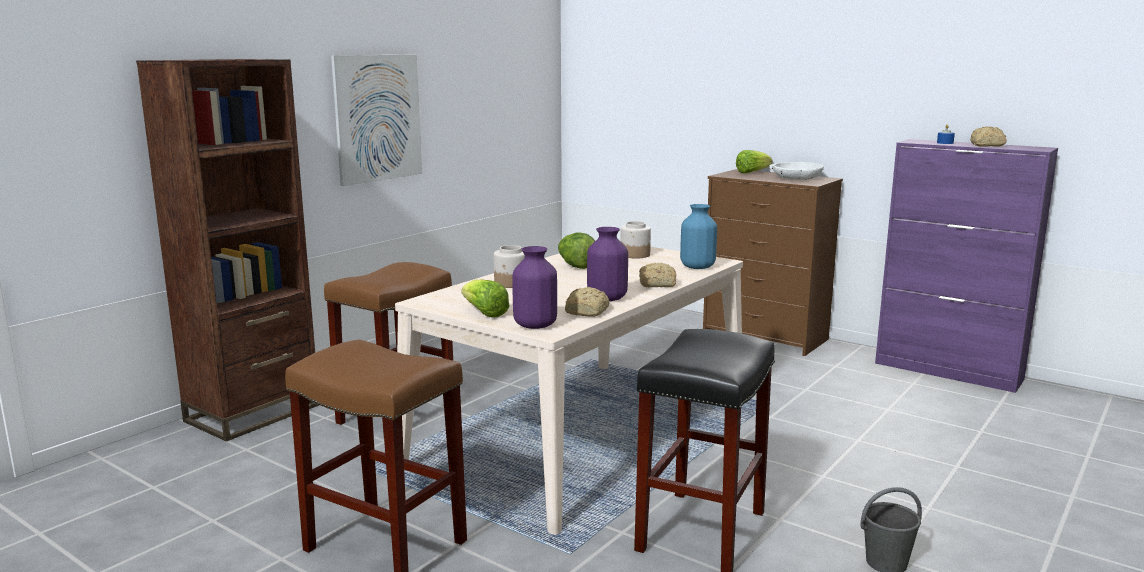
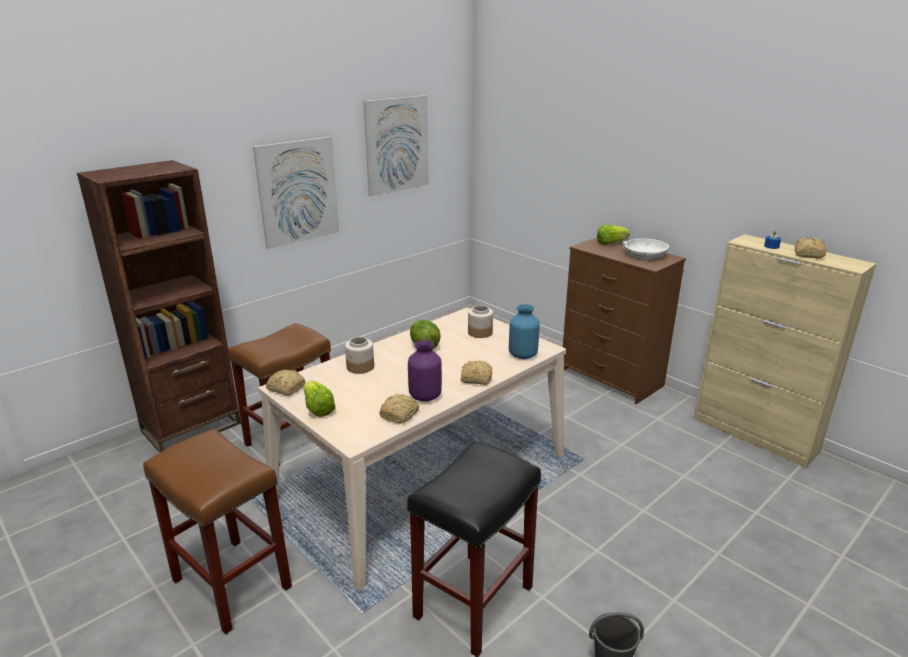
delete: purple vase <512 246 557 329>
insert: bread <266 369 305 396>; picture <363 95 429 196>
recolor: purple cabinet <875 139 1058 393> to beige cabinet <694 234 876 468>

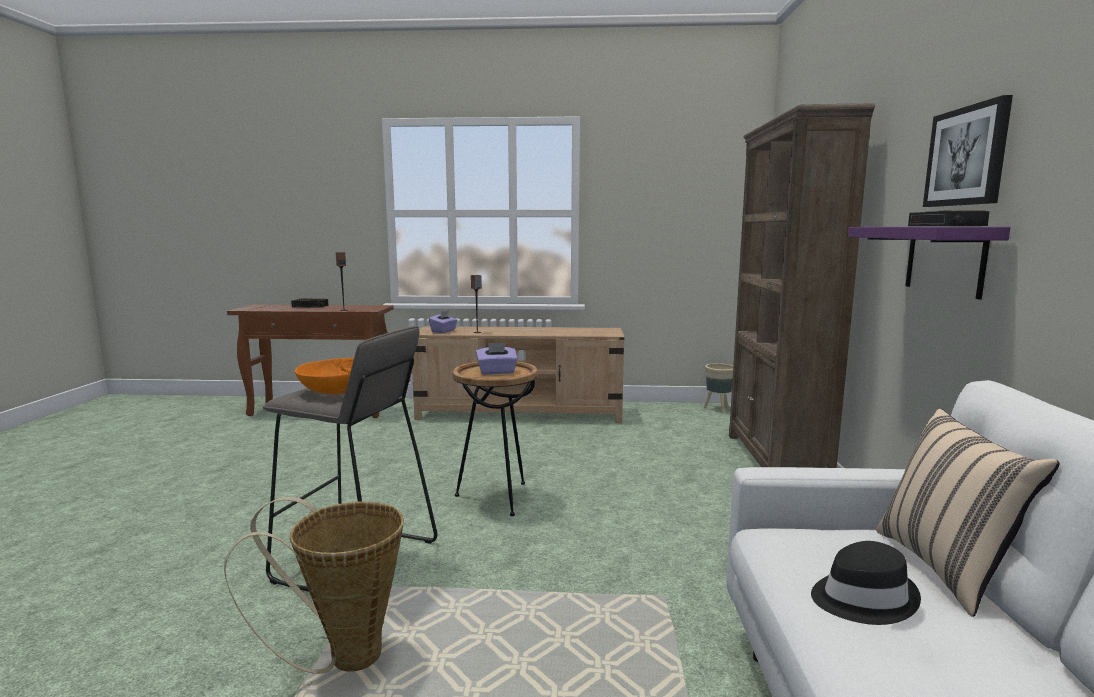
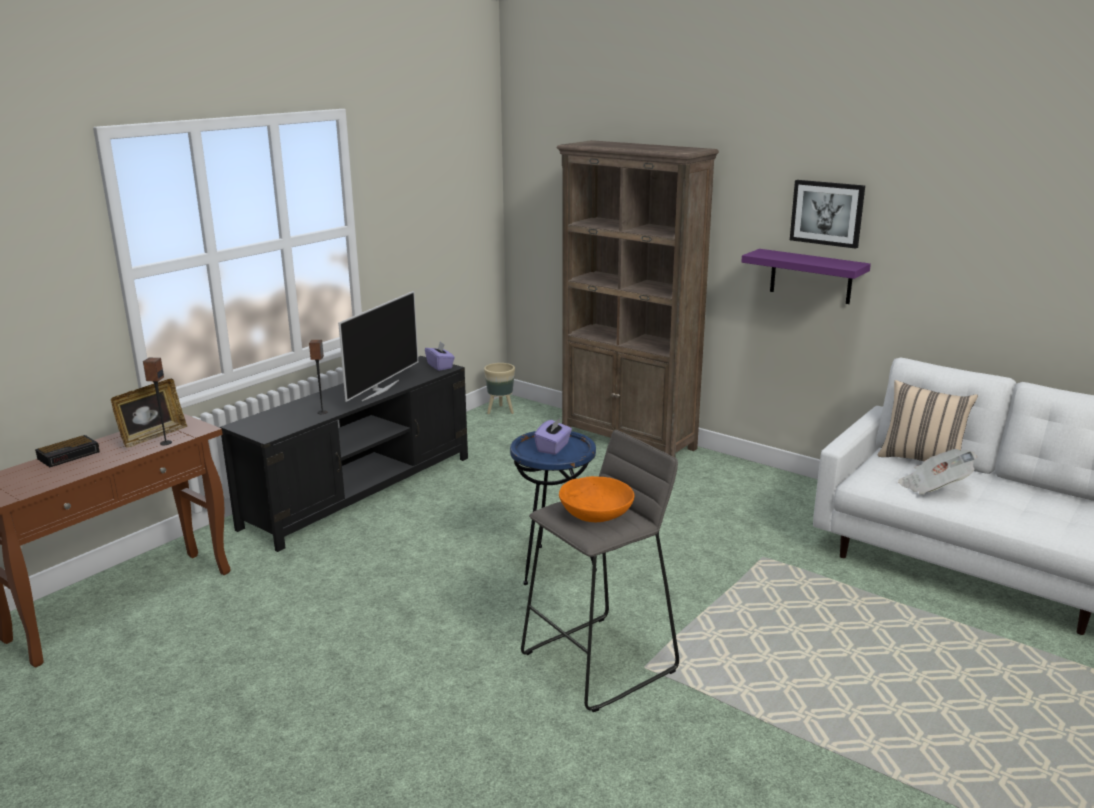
delete: basket <224 497 404 674>; alarm clock <908 210 990 226>
insert: picture frame <111 379 187 448>; television <338 291 418 402>
move: purple tissue box <429 310 457 333> to <425 342 455 371>
replace: black hat <811 541 921 625> to newspaper <898 449 977 495>
recolor: beige tv stand <412 326 625 423> to black tv stand <220 356 468 552>; brown side table <452 361 538 516> to blue side table <510 431 597 585>

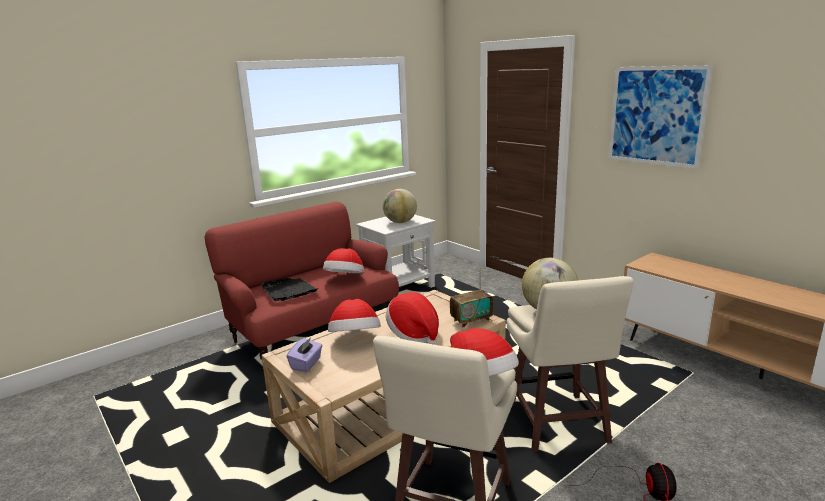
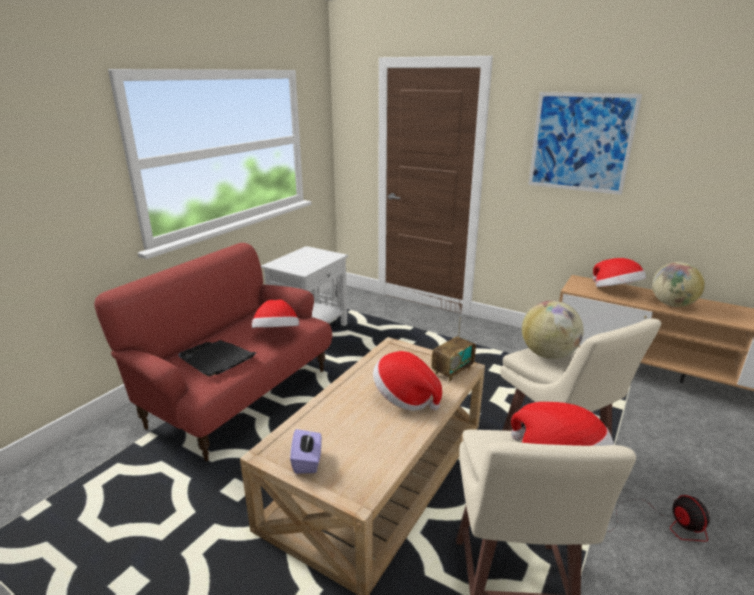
move: hat <328 299 381 332> to <593 258 646 287>; globe <383 189 417 223> to <652 262 705 307>

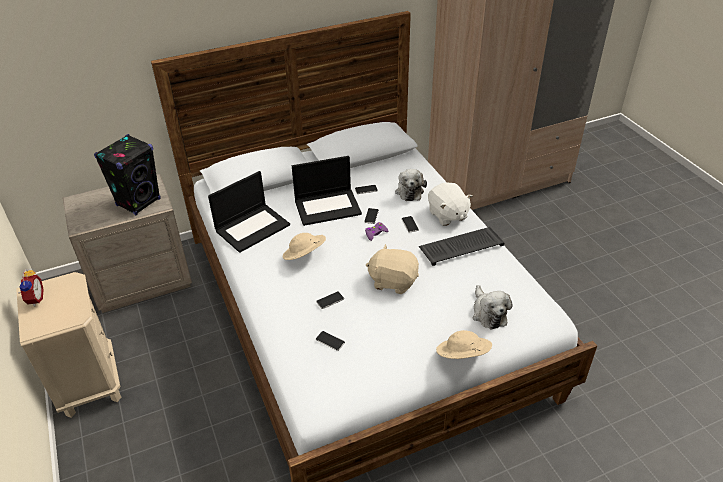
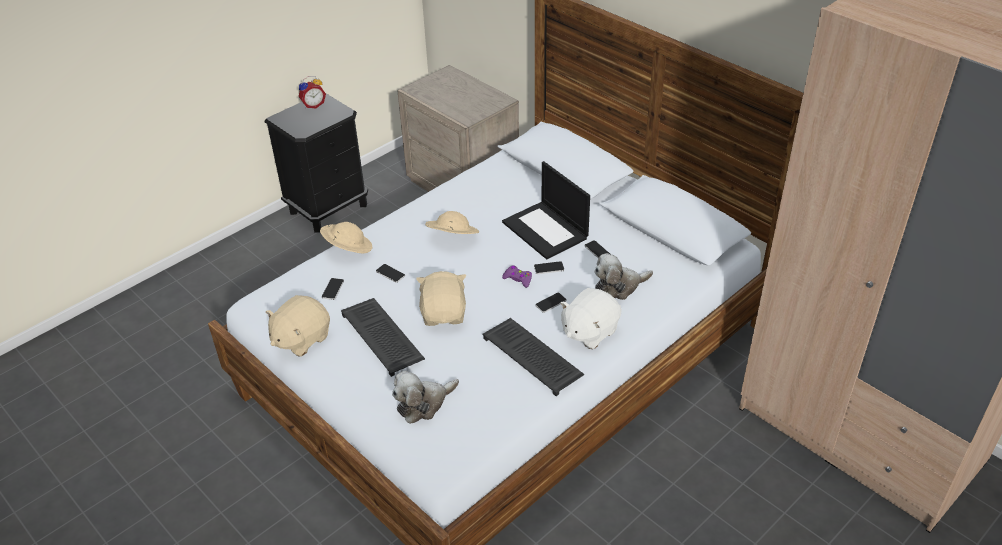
delete: black speaker <94 134 161 215>; laptop <208 171 290 253>
insert: beige plush toy <266 295 330 357>; keyboard <341 298 425 377>
move: beige hat <436 330 492 359> to <320 222 372 253>
recolor: beige nightstand <16 272 121 418> to black nightstand <264 94 368 232>

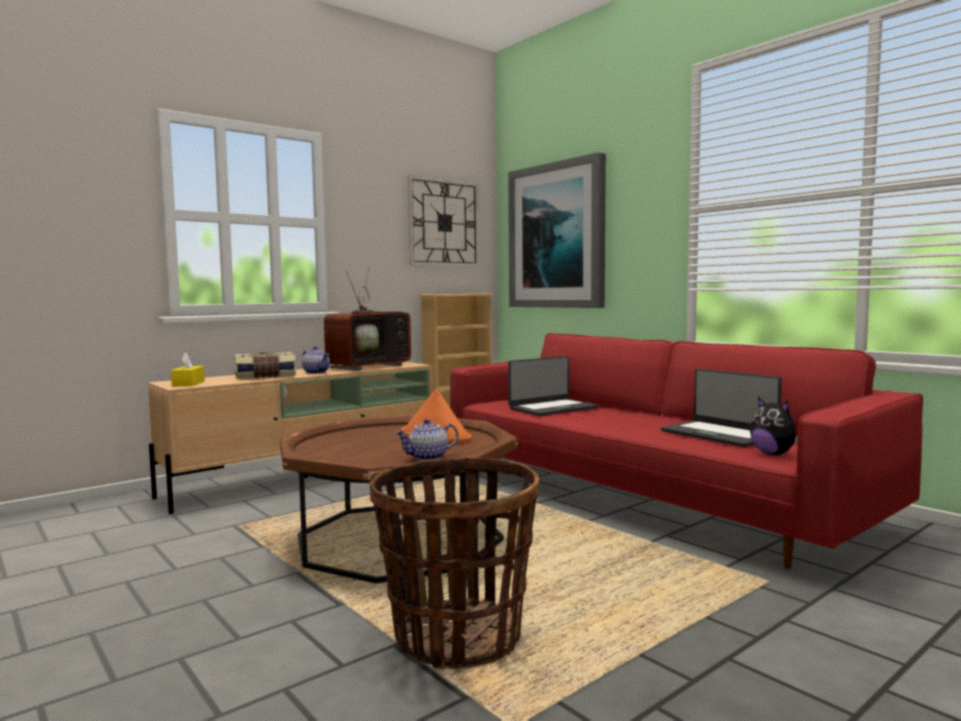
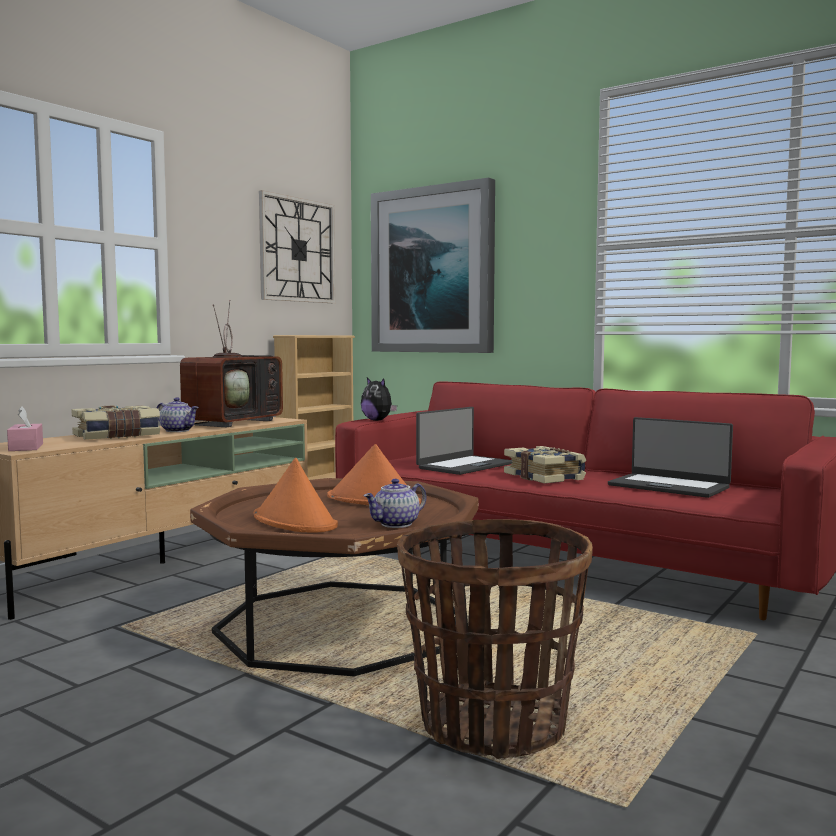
insert: orange hat <254 458 338 532>; book <504 446 587 484>
move: plush toy <750 397 798 455> to <361 378 397 421>
recolor: yellow tissue box <171 352 205 387> to pink tissue box <7 406 43 451>

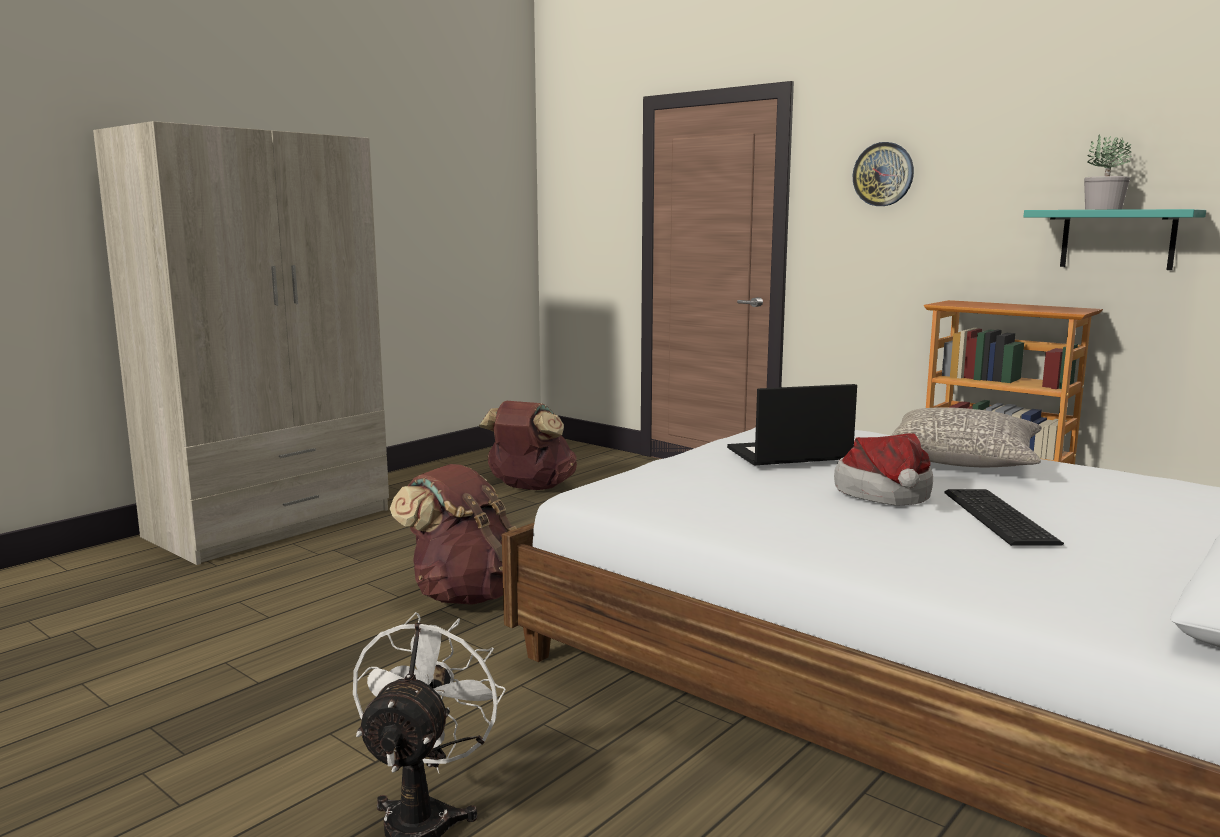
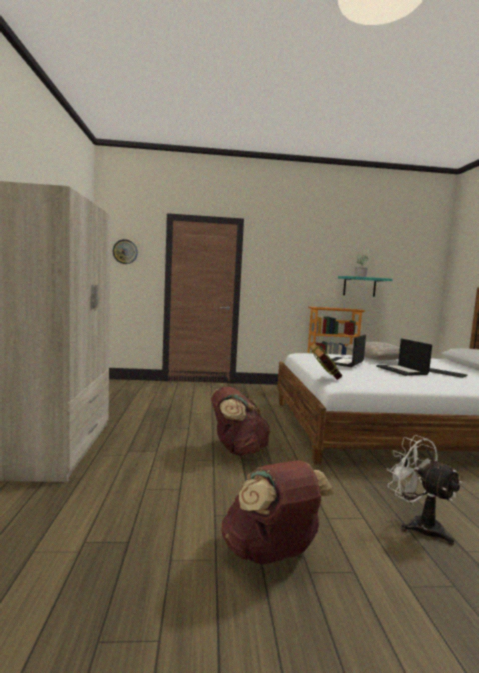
insert: book <310 343 342 380>
move: wall clock <853 142 914 206> to <113 239 138 264>; brown backpack <479 401 577 490> to <221 460 336 565>
replace: hat <834 434 933 506> to laptop <376 339 432 376>

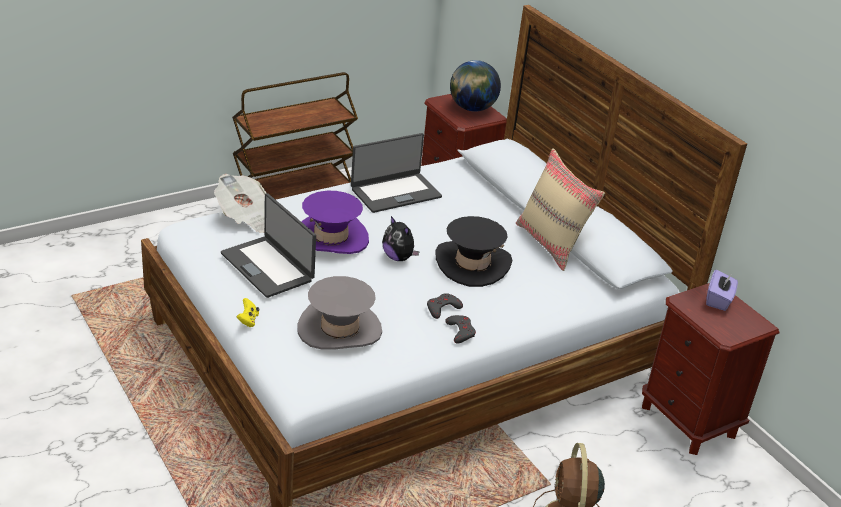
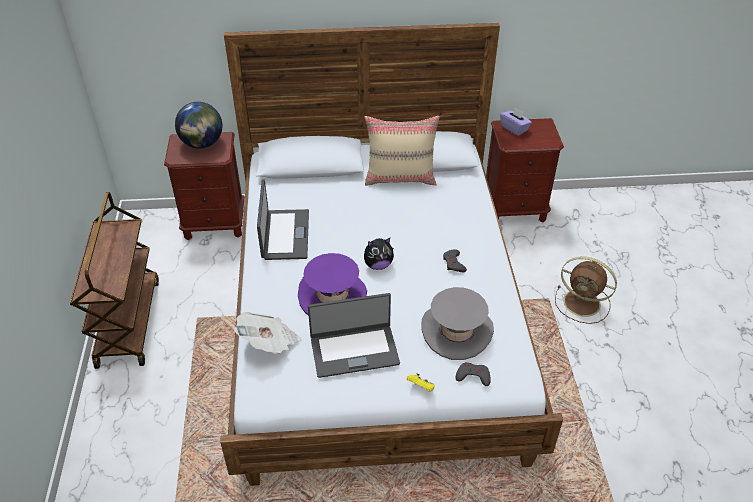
delete: black hat <435 216 512 287>
move: grey game controller <445 315 476 344> to <456 362 491 386>

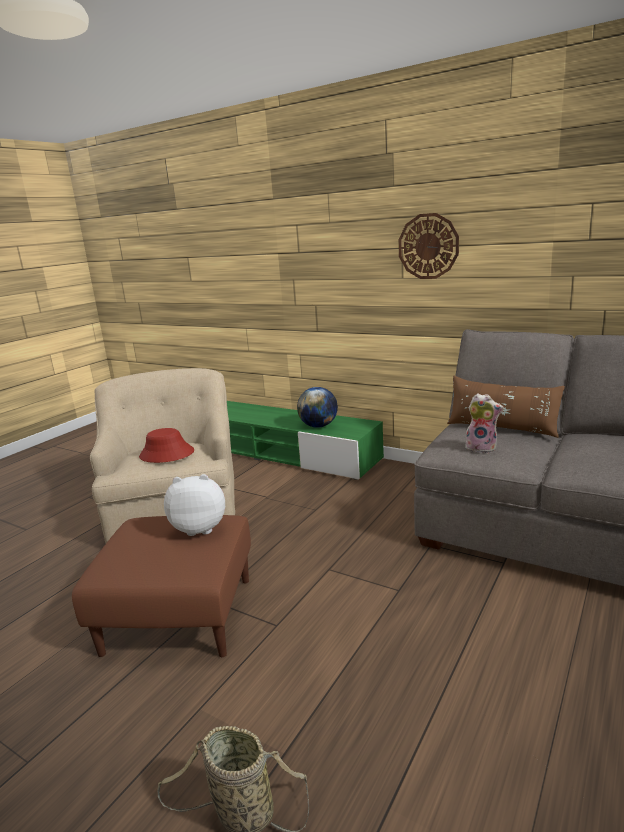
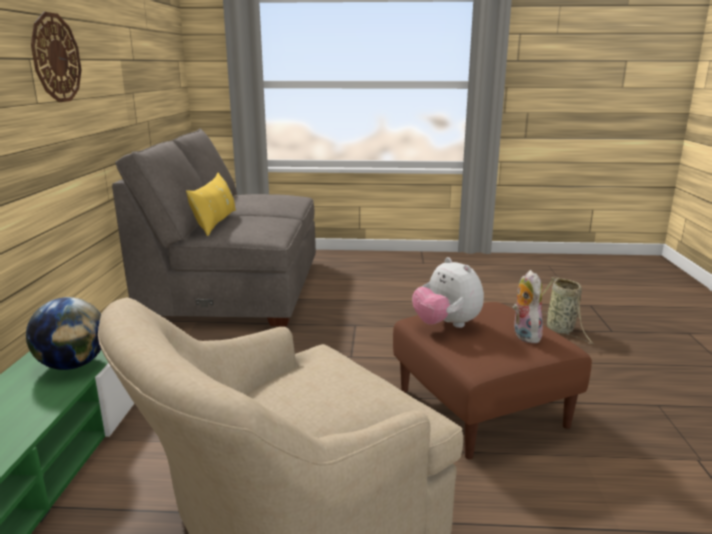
delete: red hat <139 428 194 463>
move: plush toy <465 393 504 453> to <513 270 543 344>
recolor: brown pillow <447 376 565 438> to yellow pillow <186 173 236 236>

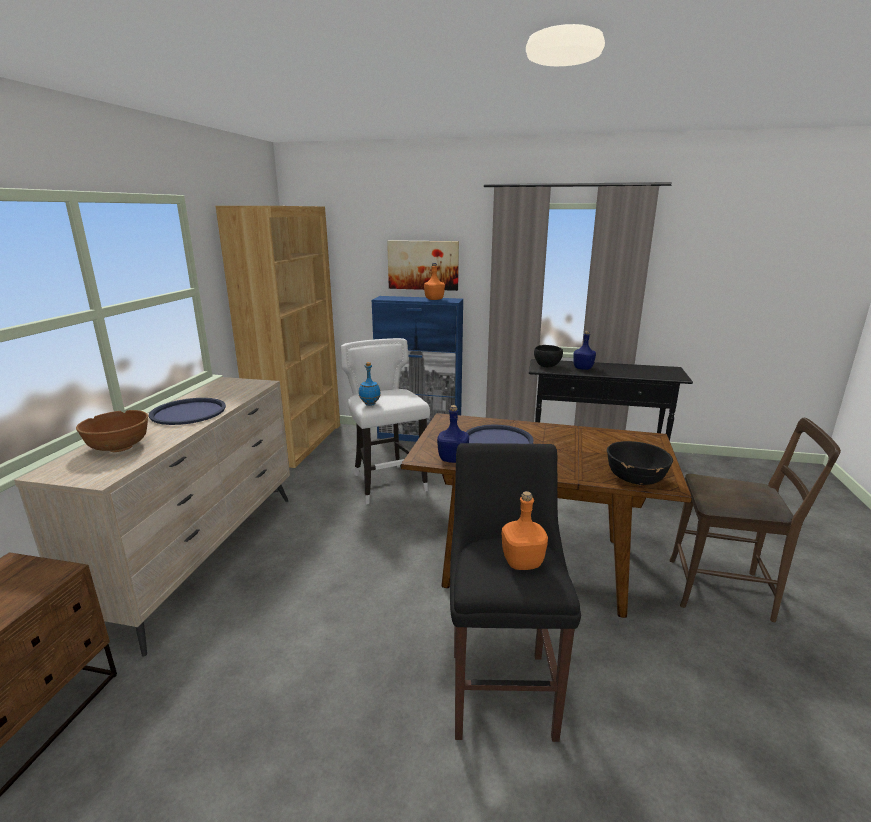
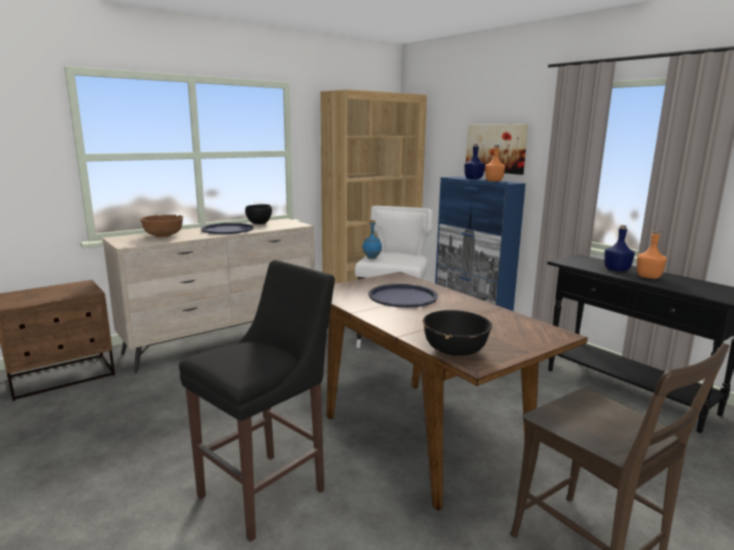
move: black bowl <534 345 563 367> to <245 204 272 224>; blue bottle <437 405 469 463> to <464 144 485 179>; orange bottle <502 491 548 570> to <637 230 667 279>

